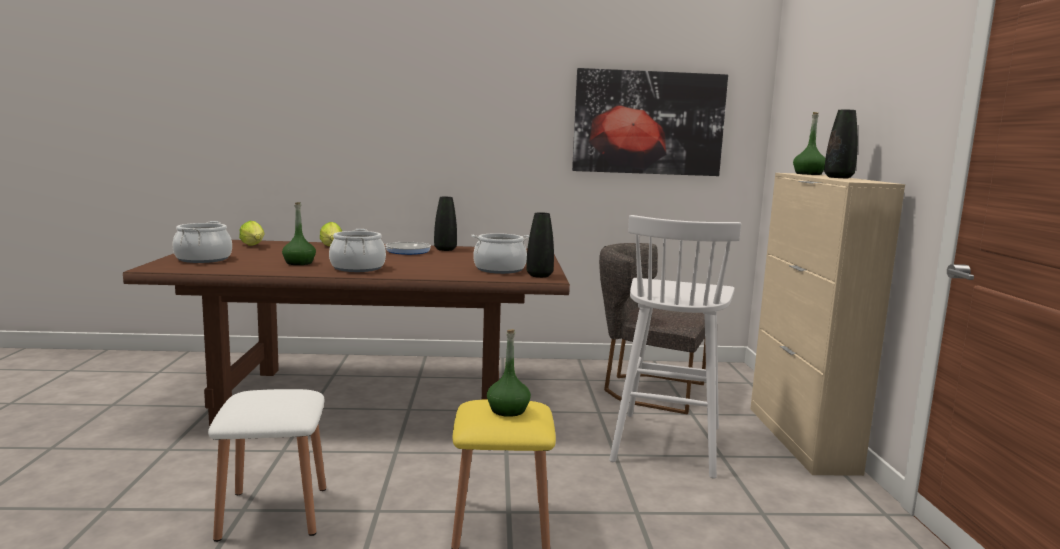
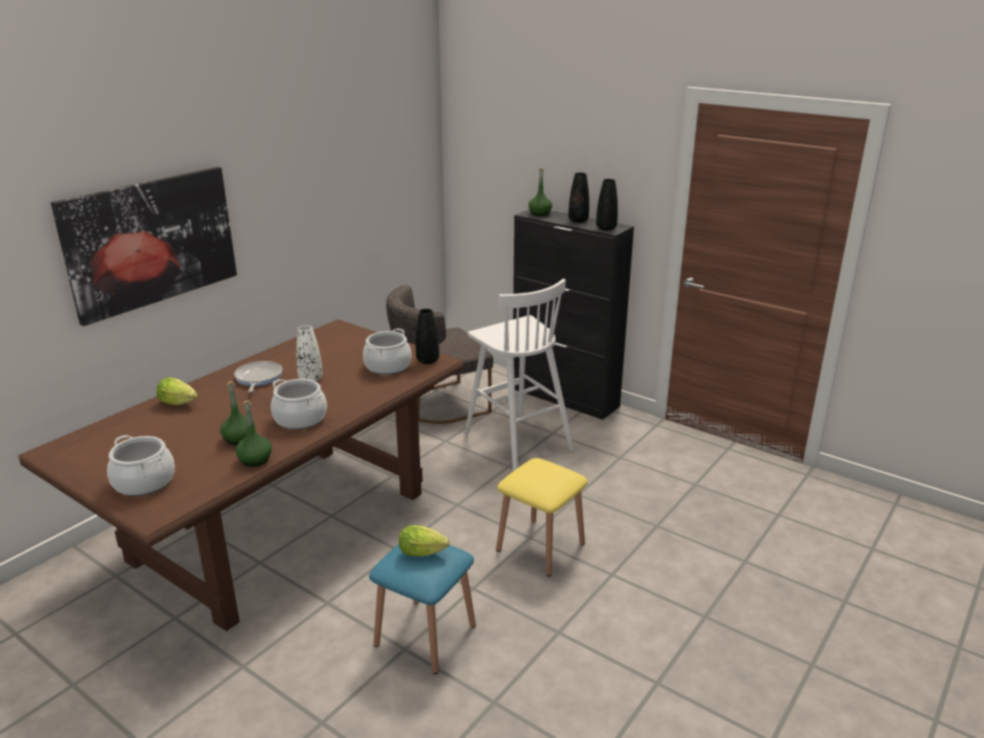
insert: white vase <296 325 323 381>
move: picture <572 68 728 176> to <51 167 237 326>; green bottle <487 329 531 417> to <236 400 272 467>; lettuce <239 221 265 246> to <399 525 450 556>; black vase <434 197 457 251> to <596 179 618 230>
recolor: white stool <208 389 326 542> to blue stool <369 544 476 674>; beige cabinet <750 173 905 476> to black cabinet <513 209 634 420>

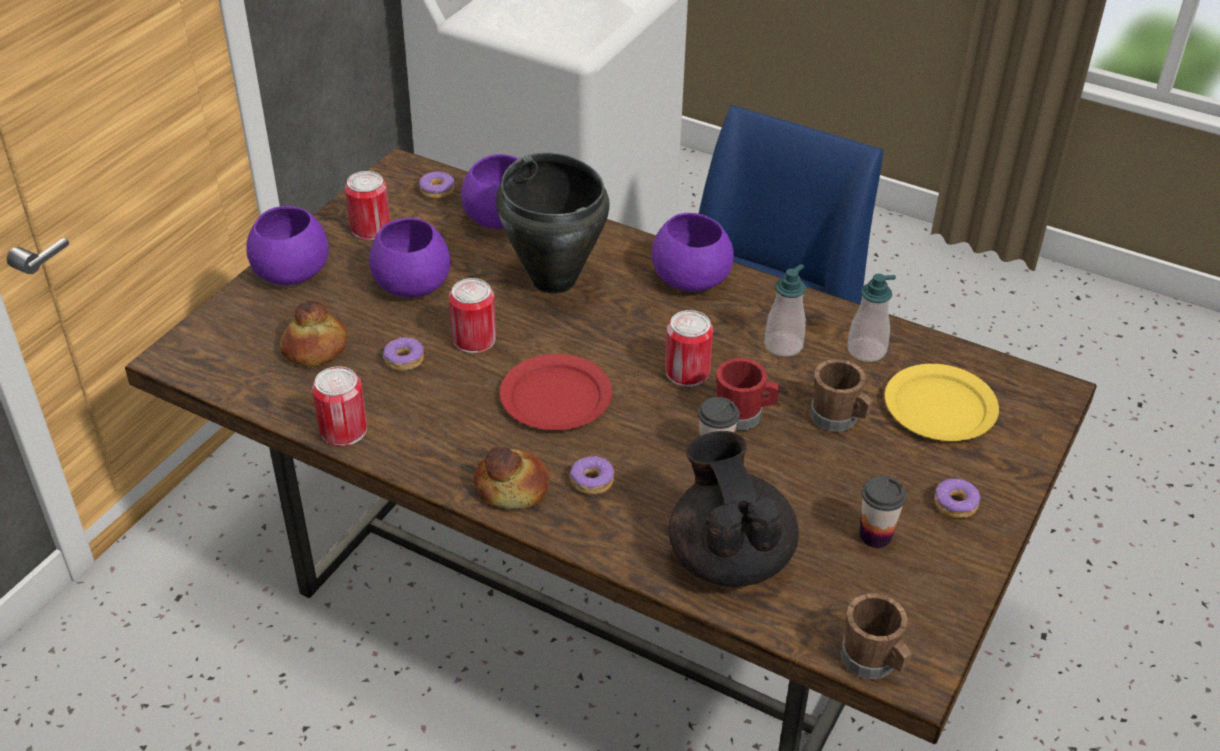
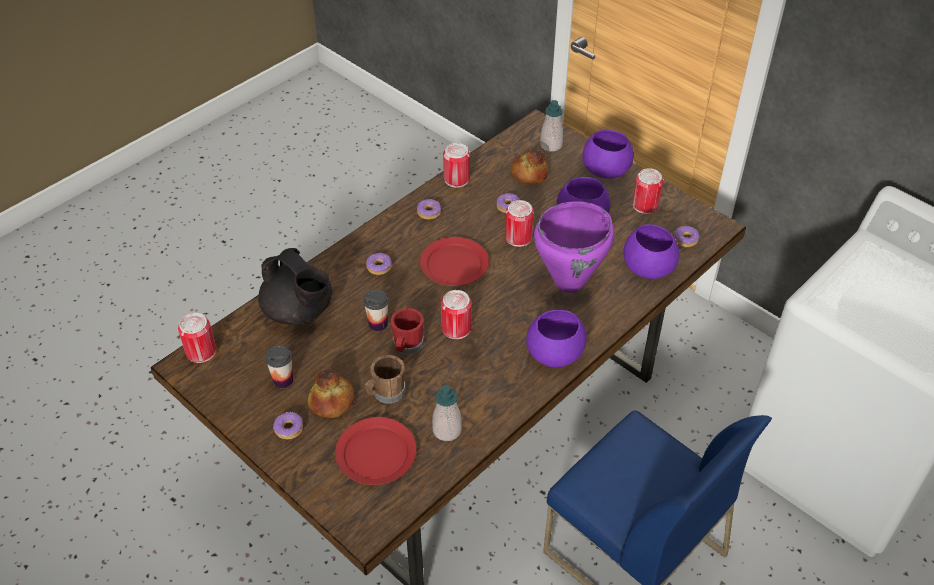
insert: donut <417 199 441 219>
move: bread <474 447 549 509> to <308 370 354 418>; soap dispenser <764 264 806 357> to <540 100 563 152>
replace: brown mug <841 593 912 679> to can <178 313 216 363>
recolor: yellow plate <885 364 999 441> to red plate <335 417 416 485>; black cooking pot <496 153 610 294> to purple cooking pot <534 201 614 293>
rotate: black teapot <669 431 799 587> = <258 248 332 325> 45 degrees clockwise

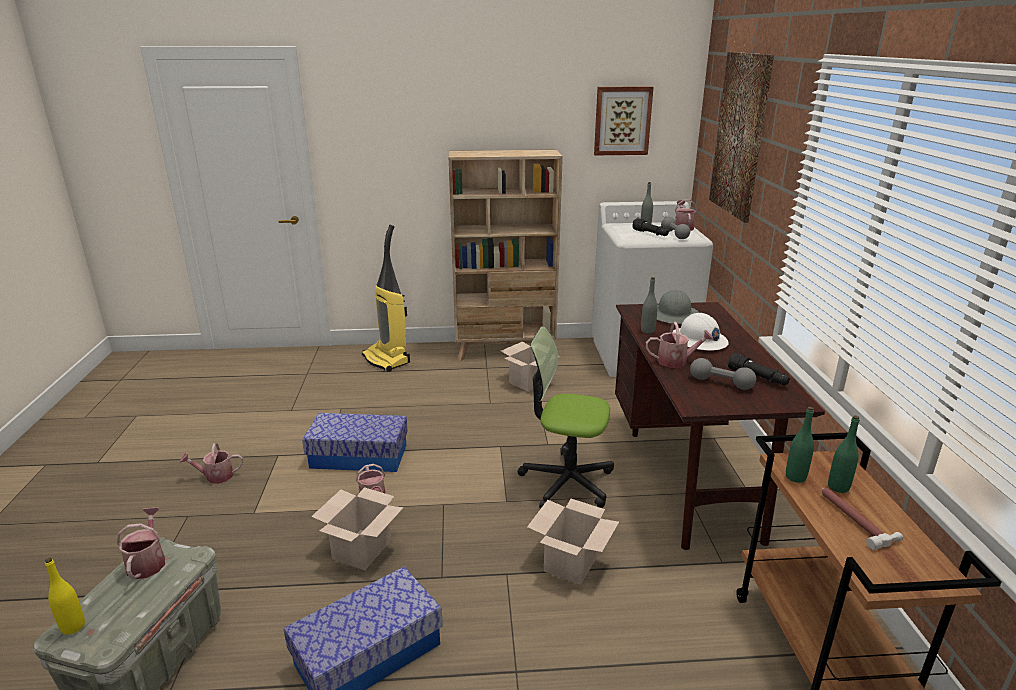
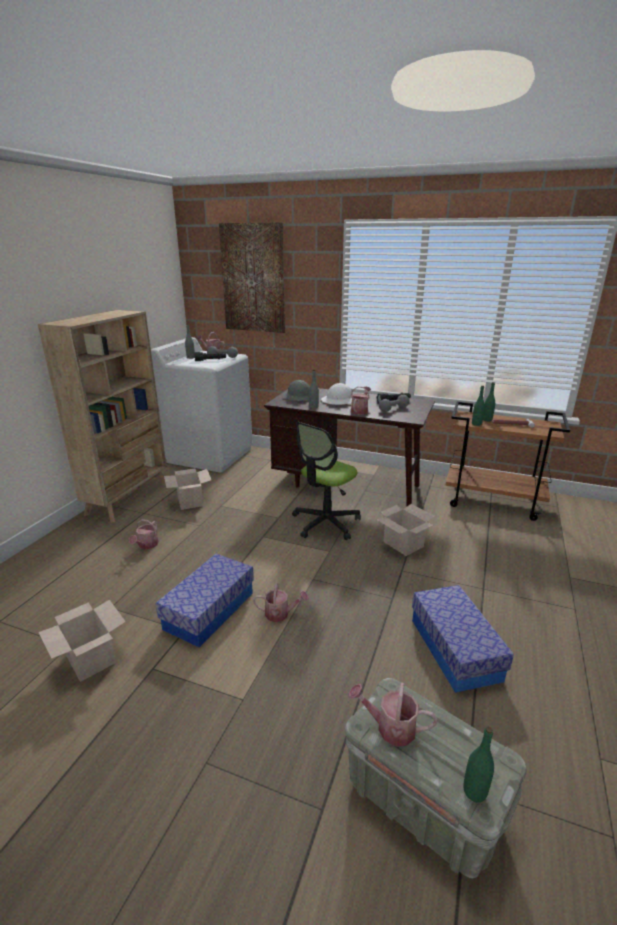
delete: vacuum cleaner <362 225 410 372>; picture <594 86 654 155>
move: cardboard box <311 487 404 570> to <38 600 126 682>; watering can <180 443 243 484> to <129 519 158 550>
recolor: yellow bottle <45 558 85 635> to green bottle <463 727 494 803>

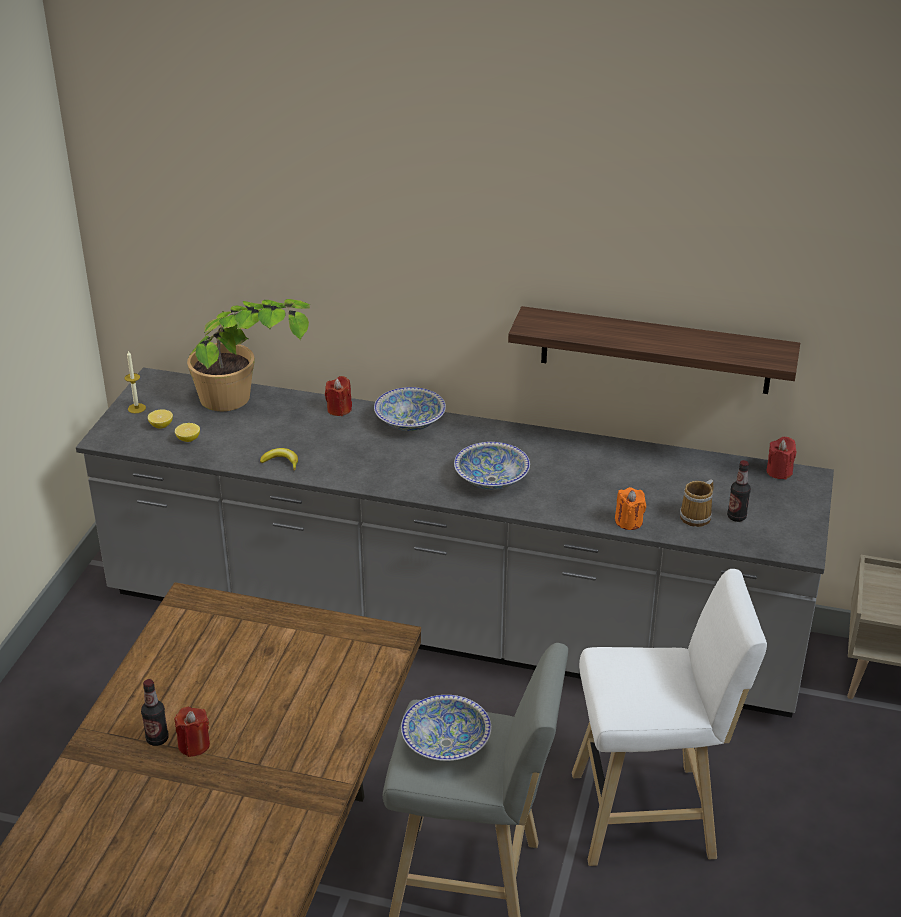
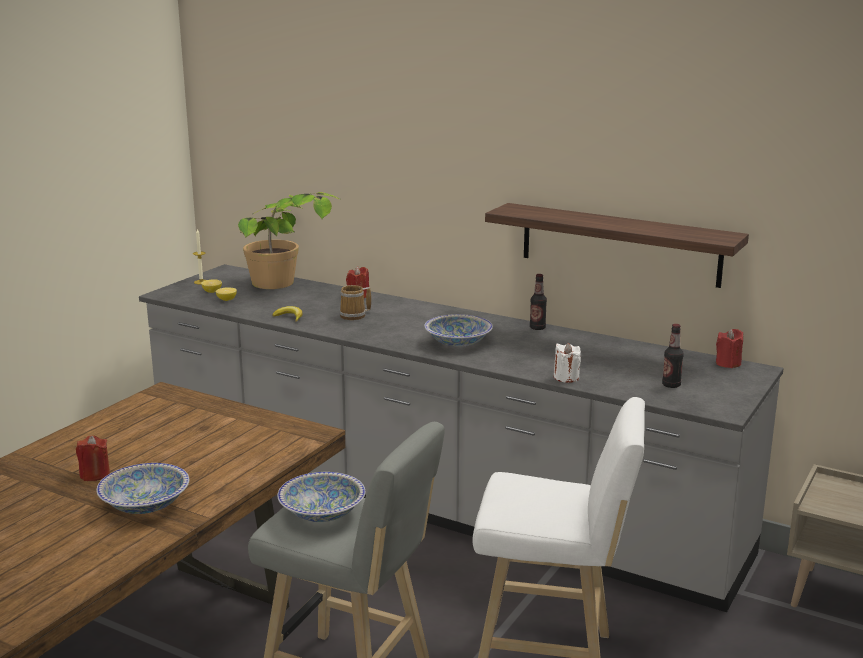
move: bowl <374 387 446 431> to <97 463 189 514>; mug <680 479 713 527> to <340 285 371 320>; bottle <141 679 169 746> to <530 274 547 330>
recolor: orange candle <615 487 646 530> to white candle <554 343 581 383>

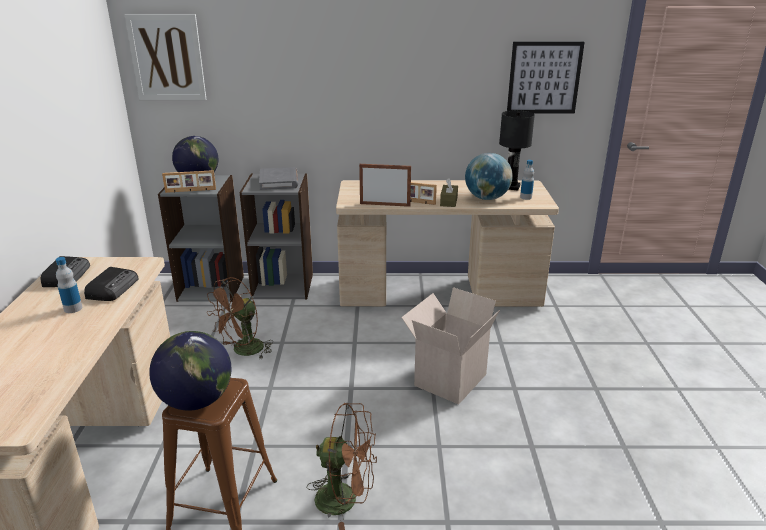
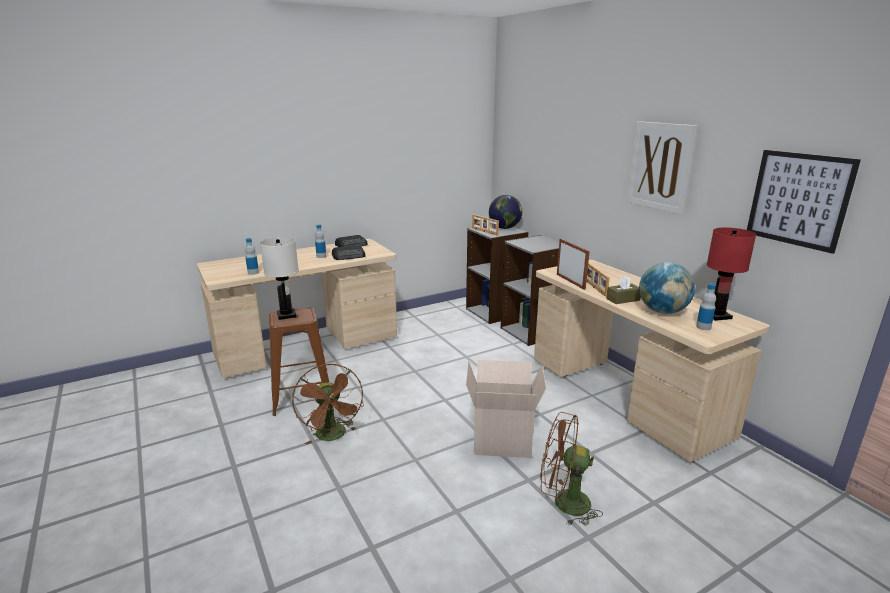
delete: grey book <259 167 299 190>
insert: bottle <245 238 259 275>
move: brown fan <207 277 273 359> to <540 412 603 526>; picture <124 14 207 101> to <627 121 698 215>
replace: globe <149 331 231 411> to white table lamp <260 237 299 320>
recolor: black table lamp <499 110 535 191> to red table lamp <707 227 756 321>

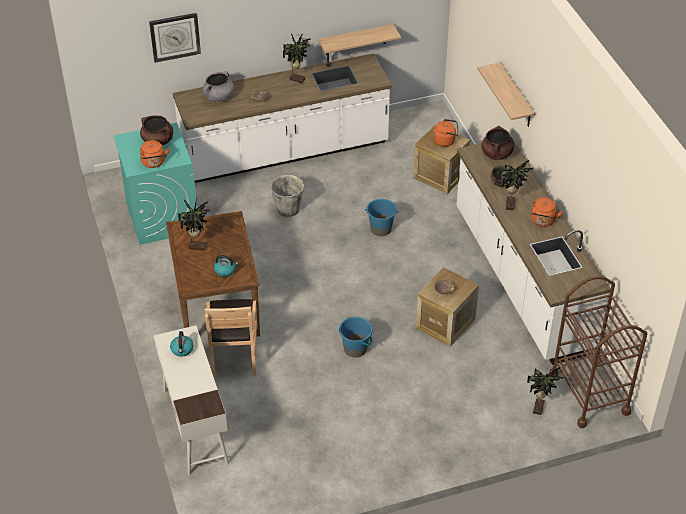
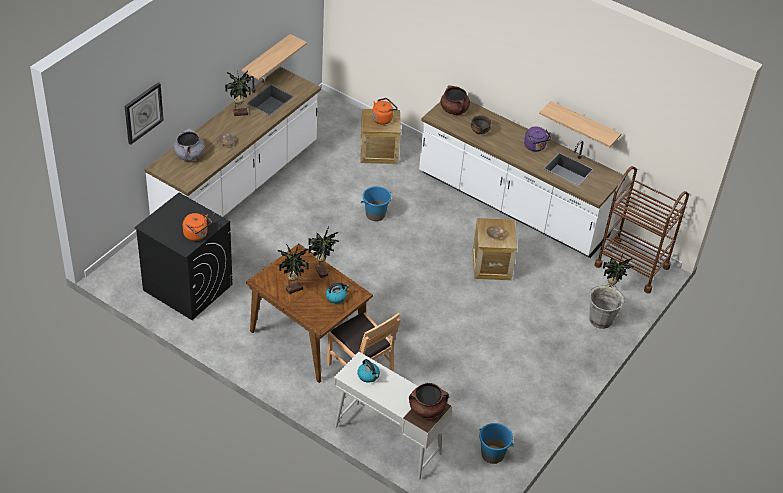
move: potted plant <499 160 533 210> to <308 227 339 278>; brown cooking pot <140 115 173 145> to <409 383 449 418>; blue bucket <339 317 373 358> to <479 423 514 464>; shelf <477 62 535 127> to <539 101 621 147>; grey bucket <270 174 307 217> to <589 284 626 329>
recolor: turquoise washing machine <113 123 197 245> to black washing machine <134 193 233 320>; orange kettle <531 198 563 227> to purple kettle <524 126 551 152>

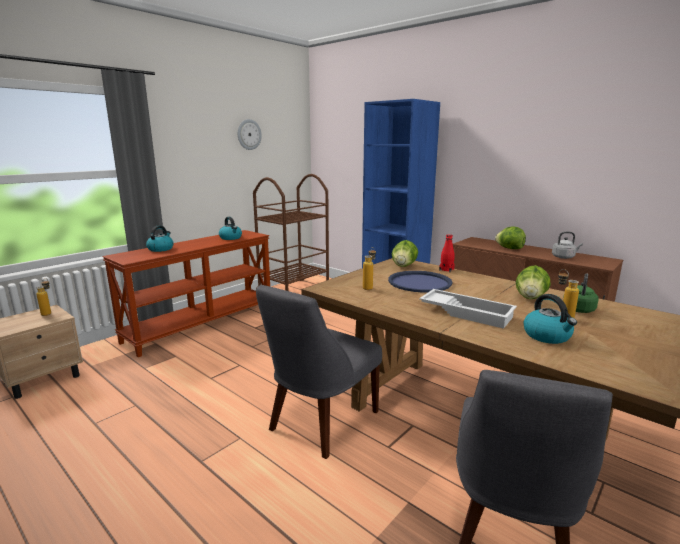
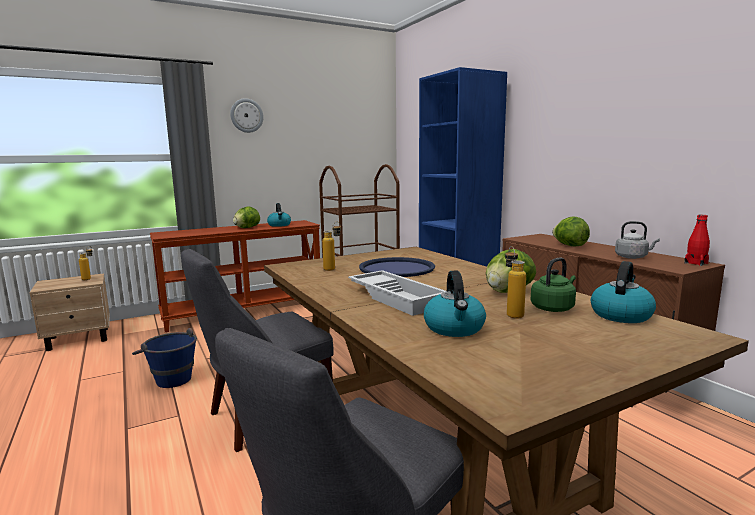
insert: blue bucket <132 328 197 388>
move: wall clock <237 119 262 150> to <230 98 263 133>; lettuce <392 240 418 267> to <233 206 260 228>; kettle <146 225 173 252> to <591 261 656 323>; red bottle <439 234 455 272> to <684 215 710 266>

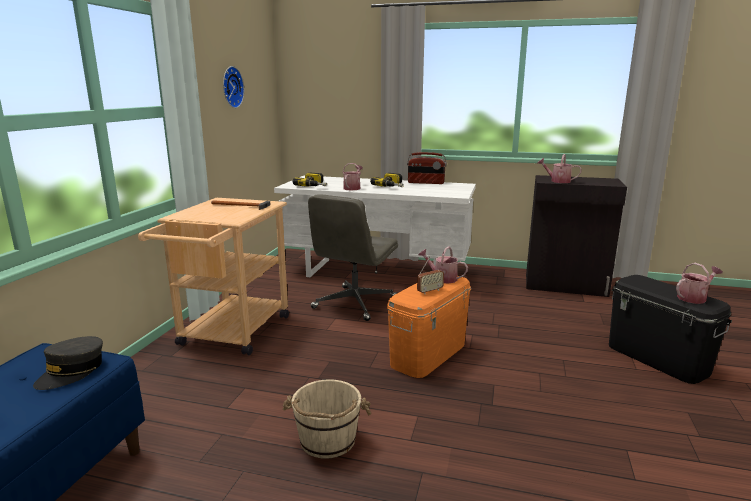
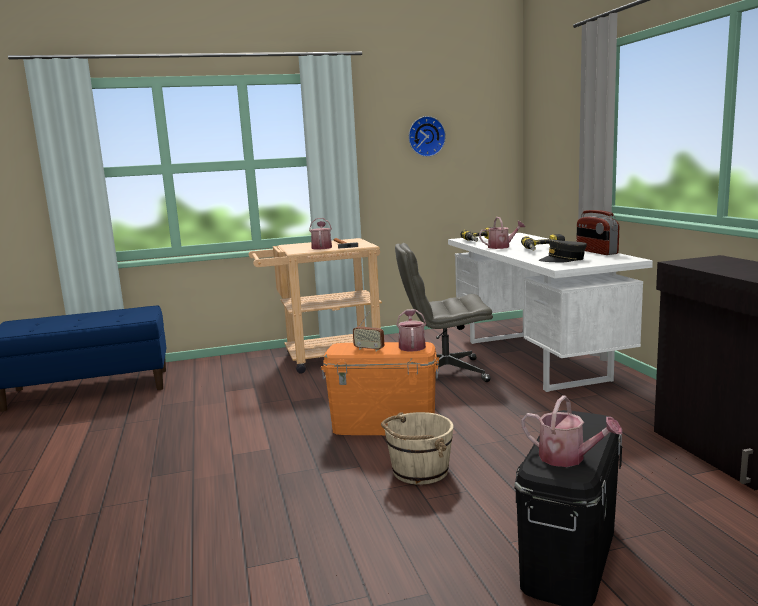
move: watering can <537 154 582 183> to <309 218 332 250>; beige bucket <283 379 371 459> to <381 412 454 485>; grey cap <33 336 103 390> to <539 239 587 262>

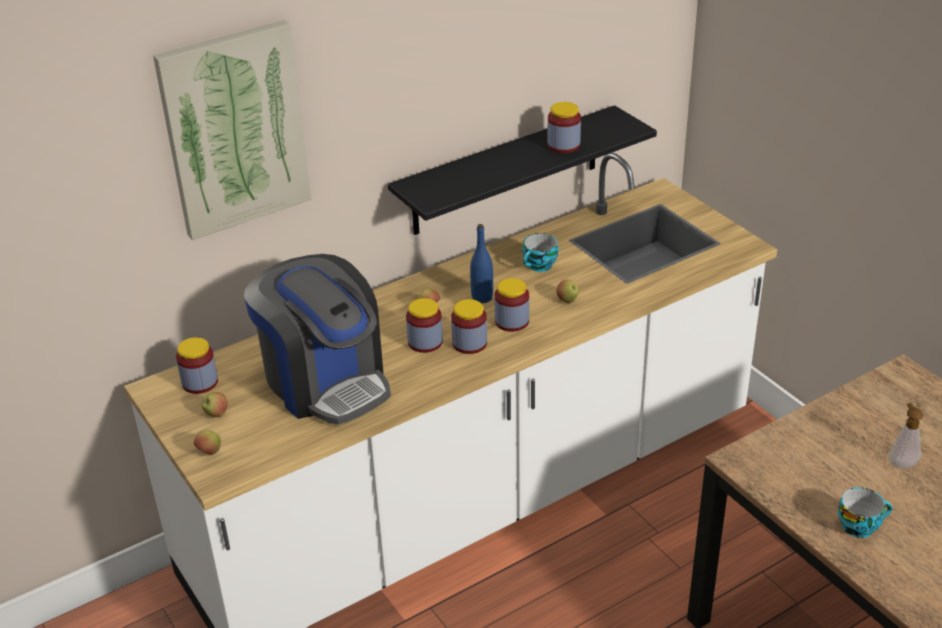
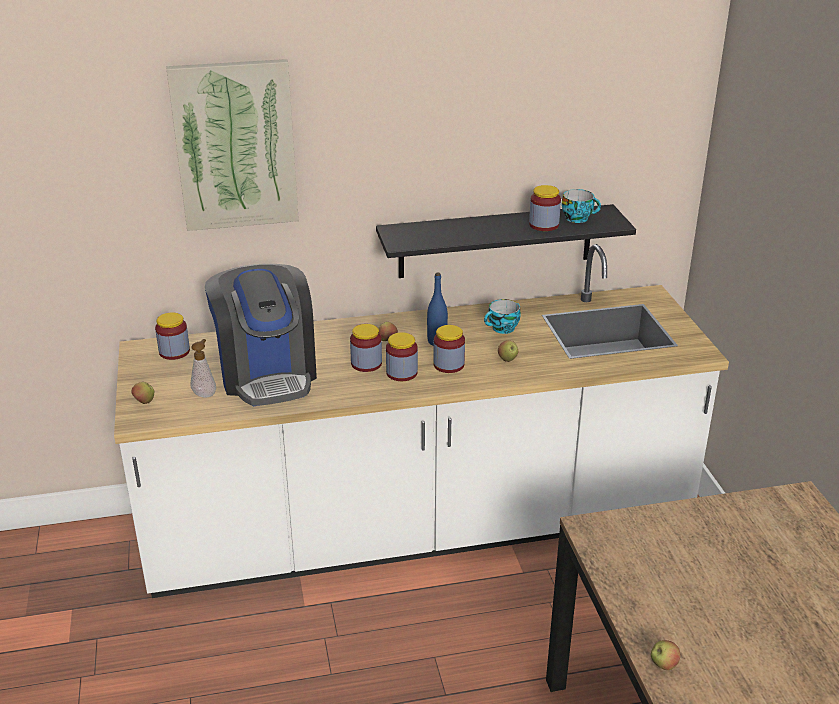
move: soap dispenser <889 403 923 468> to <190 339 216 398>; cup <838 487 892 538> to <562 189 601 223>; apple <202 392 228 417> to <651 640 681 670>

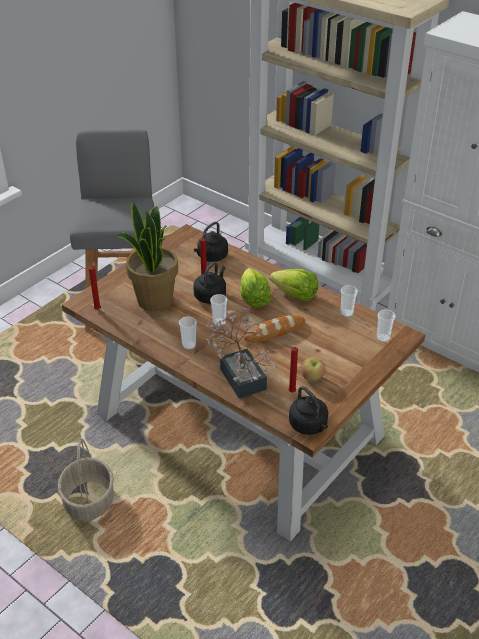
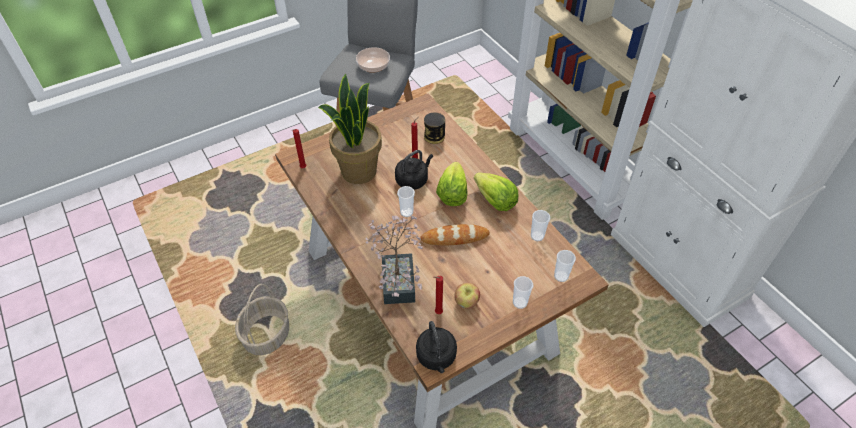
insert: bowl <356 47 390 73>
move: cup <179 316 197 350> to <513 276 533 309>
replace: black kettle <194 222 228 262> to can <424 112 445 144>

